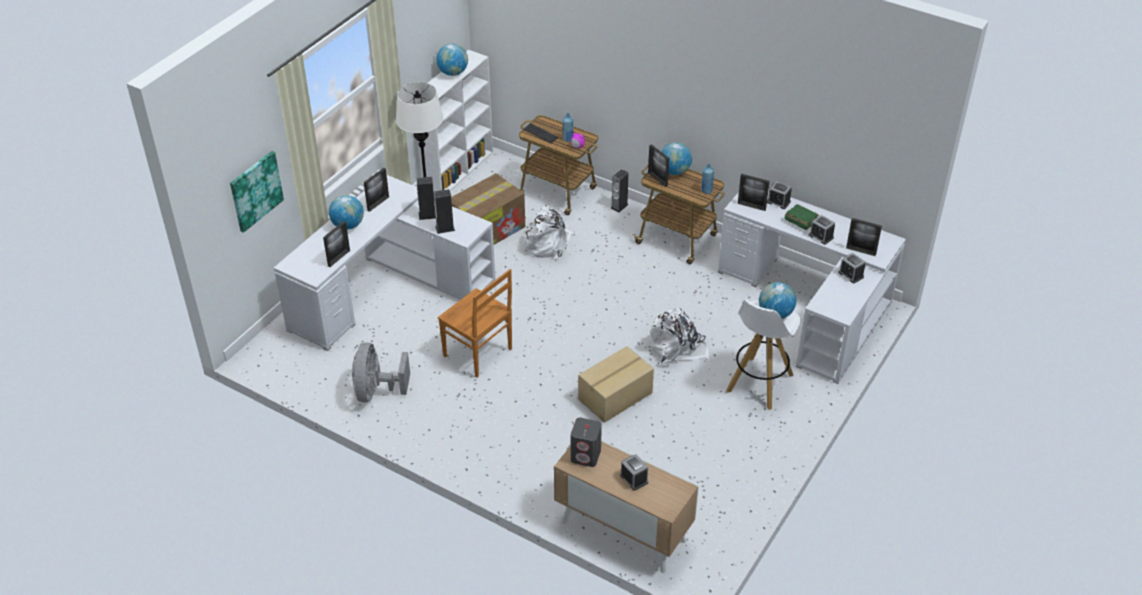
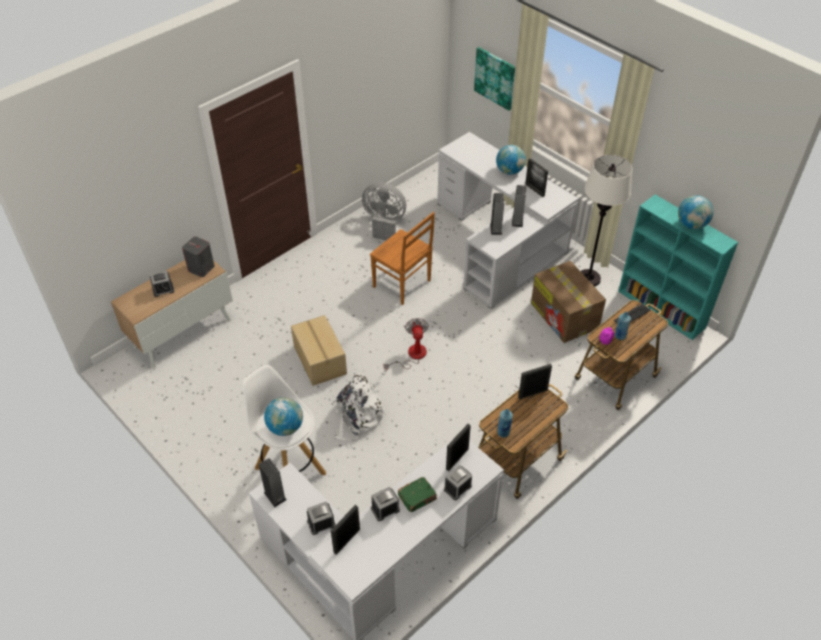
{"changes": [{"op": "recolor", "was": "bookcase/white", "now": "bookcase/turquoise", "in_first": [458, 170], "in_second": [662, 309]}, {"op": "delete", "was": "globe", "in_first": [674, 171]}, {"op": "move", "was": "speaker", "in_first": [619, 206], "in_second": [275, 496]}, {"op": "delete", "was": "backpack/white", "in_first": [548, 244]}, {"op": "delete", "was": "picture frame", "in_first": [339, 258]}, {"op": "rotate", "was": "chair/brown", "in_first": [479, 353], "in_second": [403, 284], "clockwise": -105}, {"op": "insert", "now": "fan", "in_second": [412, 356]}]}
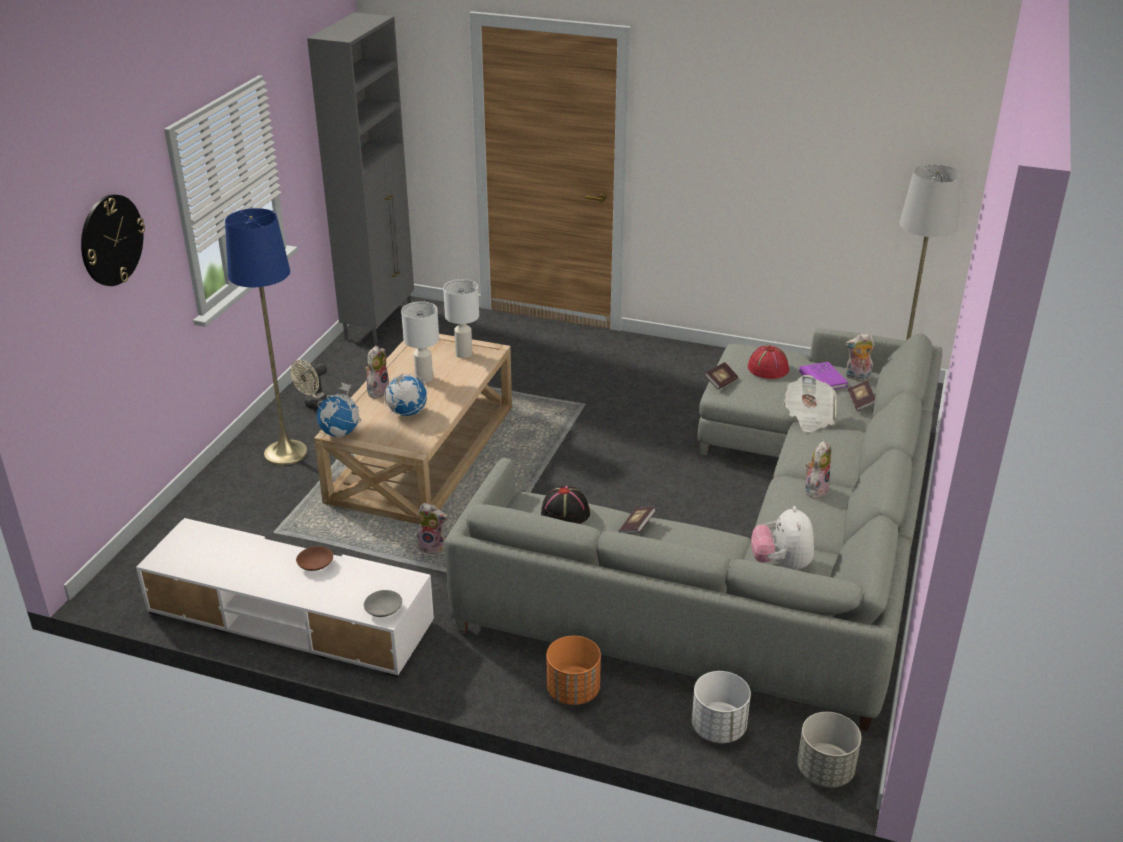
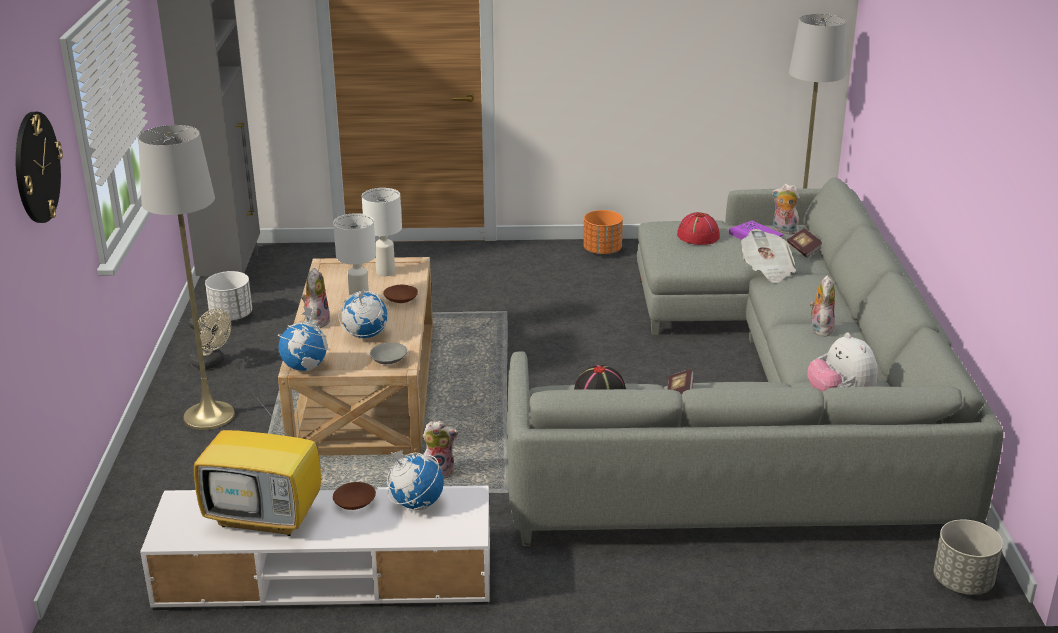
{"changes": [{"op": "recolor", "was": "floor lamp/blue", "now": "floor lamp/grey", "in_first": [285, 453], "in_second": [209, 416]}, {"op": "rotate", "was": "plush toy", "in_first": [857, 377], "in_second": [783, 231], "clockwise": 45}, {"op": "rotate", "was": "fan/beige", "in_first": [315, 405], "in_second": [211, 363], "clockwise": -75}, {"op": "delete", "was": "book", "in_first": [720, 382]}, {"op": "move", "was": "bowl/grey", "in_first": [383, 610], "in_second": [388, 360]}, {"op": "move", "was": "planter/orange", "in_first": [573, 691], "in_second": [602, 251]}, {"op": "move", "was": "planter/white", "in_first": [718, 728], "in_second": [231, 316]}, {"op": "insert", "now": "bowl/brown", "in_second": [401, 299]}, {"op": "insert", "now": "television", "in_second": [267, 517]}, {"op": "insert", "now": "globe", "in_second": [416, 504]}]}
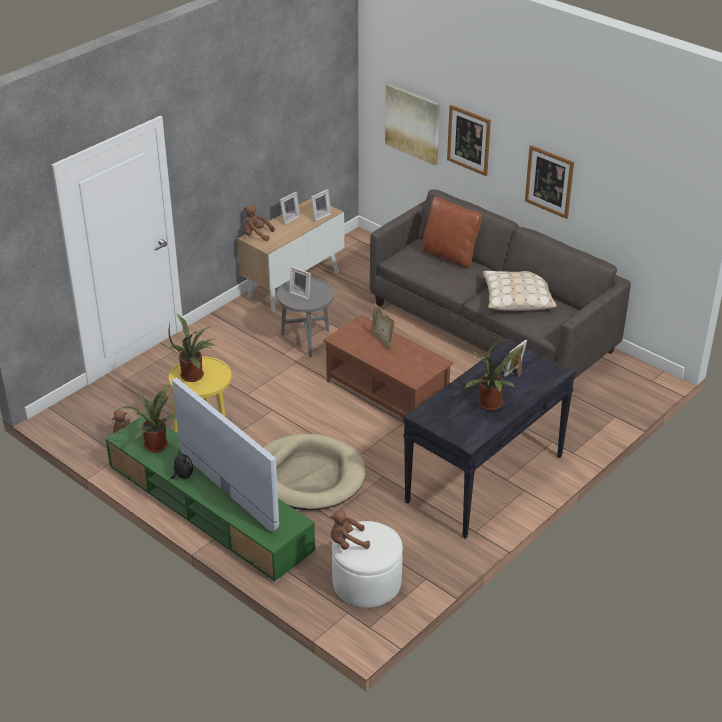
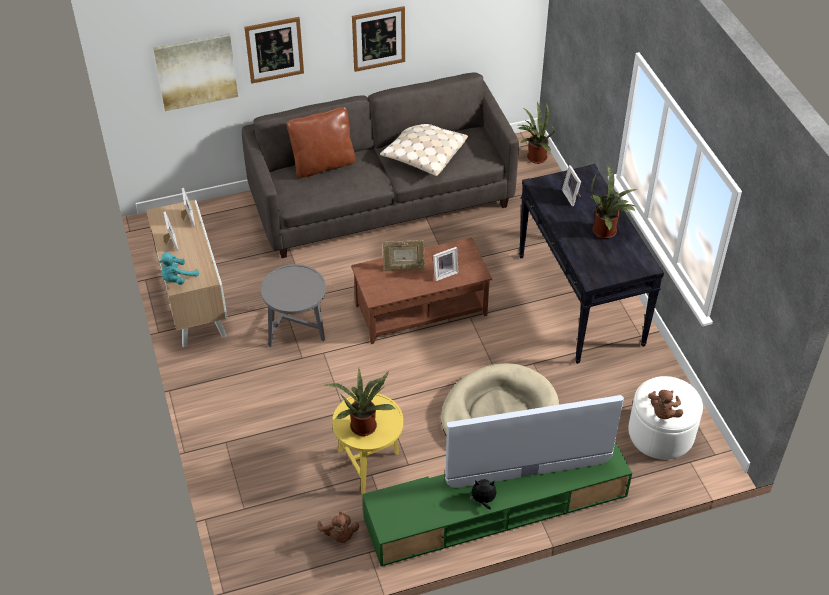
{"changes": [{"op": "recolor", "was": "plush toy/brown", "now": "plush toy/turquoise", "in_first": [256, 235], "in_second": [177, 279]}, {"op": "move", "was": "picture frame", "in_first": [301, 293], "in_second": [444, 273]}, {"op": "move", "was": "potted plant", "in_first": [155, 444], "in_second": [534, 157]}]}
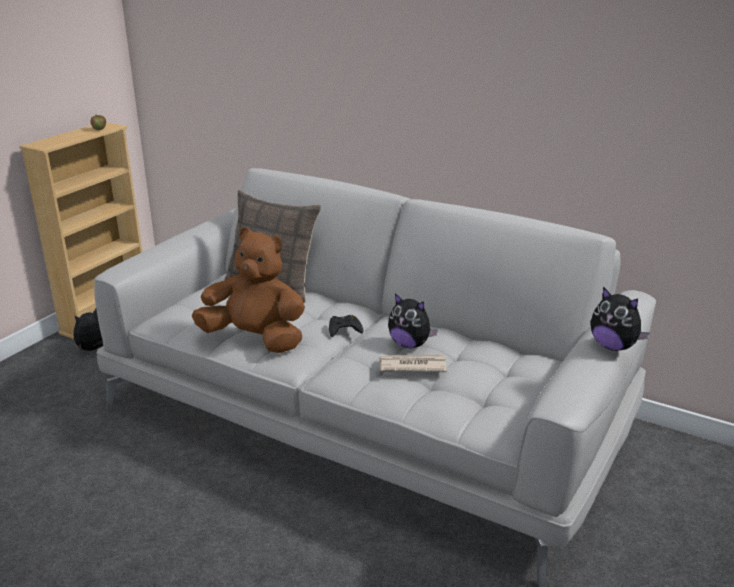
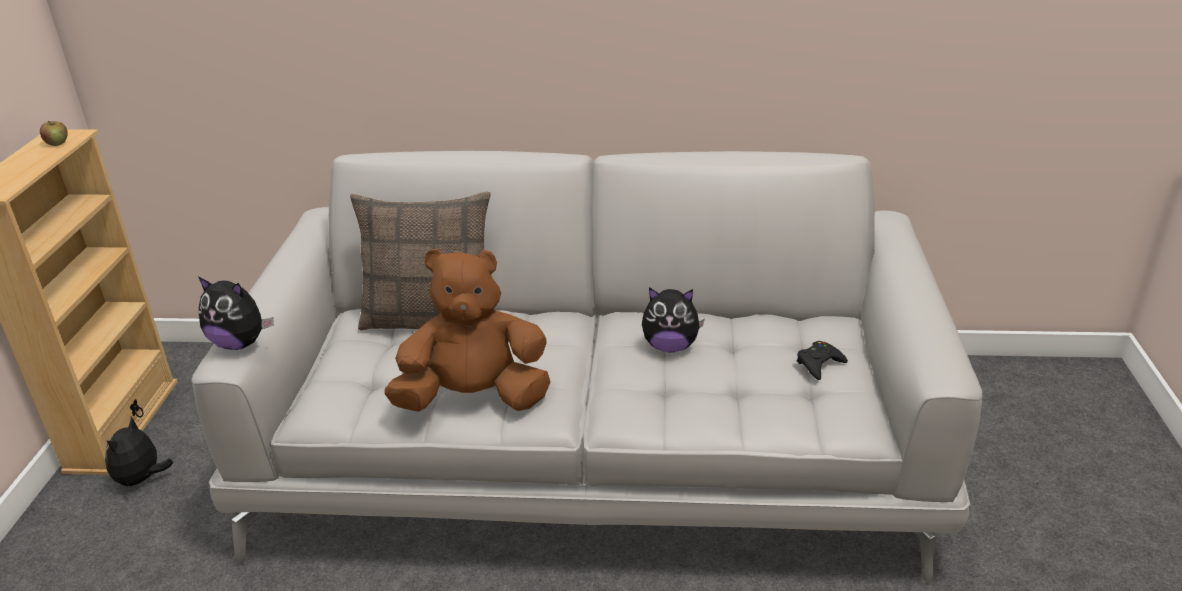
{"changes": [{"op": "move", "was": "plush toy", "in_first": [613, 346], "in_second": [240, 343]}, {"op": "move", "was": "game controller/black", "in_first": [344, 329], "in_second": [819, 364]}, {"op": "delete", "was": "newspaper", "in_first": [411, 366]}]}
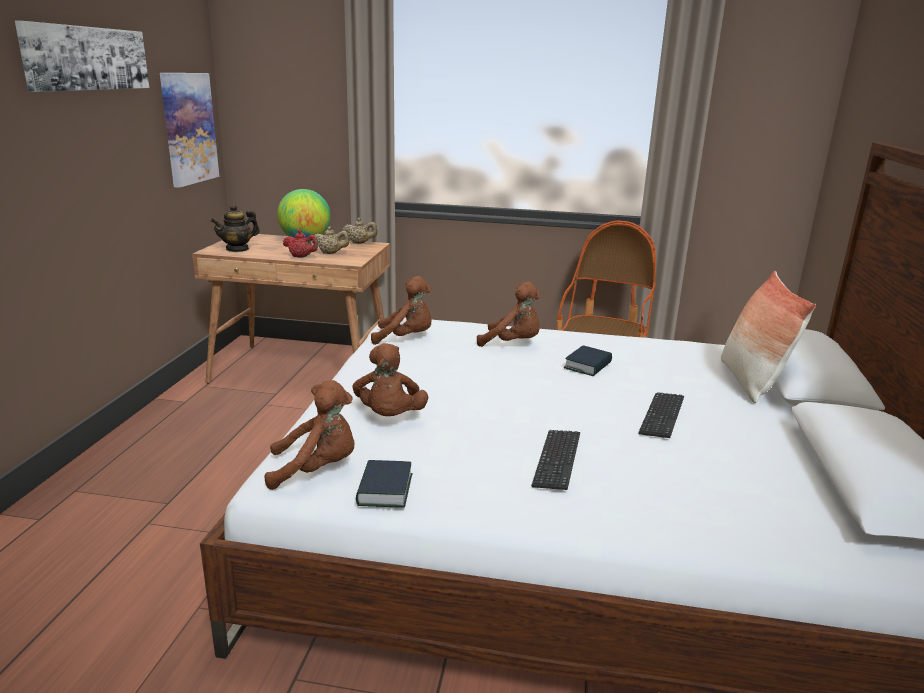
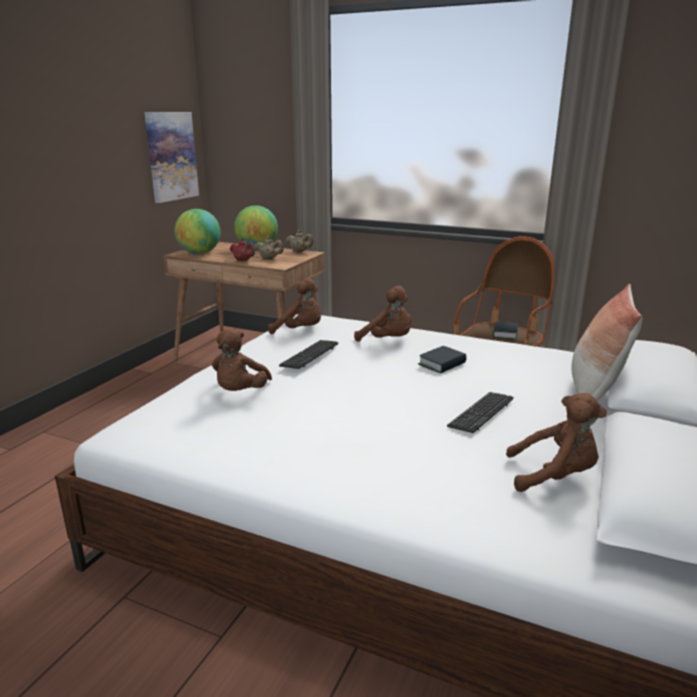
{"changes": [{"op": "delete", "was": "picture", "in_first": [86, 58]}, {"op": "replace", "was": "teapot", "now": "globe", "in_first": [237, 249], "in_second": [199, 253]}, {"op": "move", "was": "plush toy/brown", "in_first": [317, 469], "in_second": [554, 476]}, {"op": "move", "was": "keyboard", "in_first": [557, 460], "in_second": [310, 356]}, {"op": "move", "was": "book", "in_first": [384, 490], "in_second": [505, 334]}]}
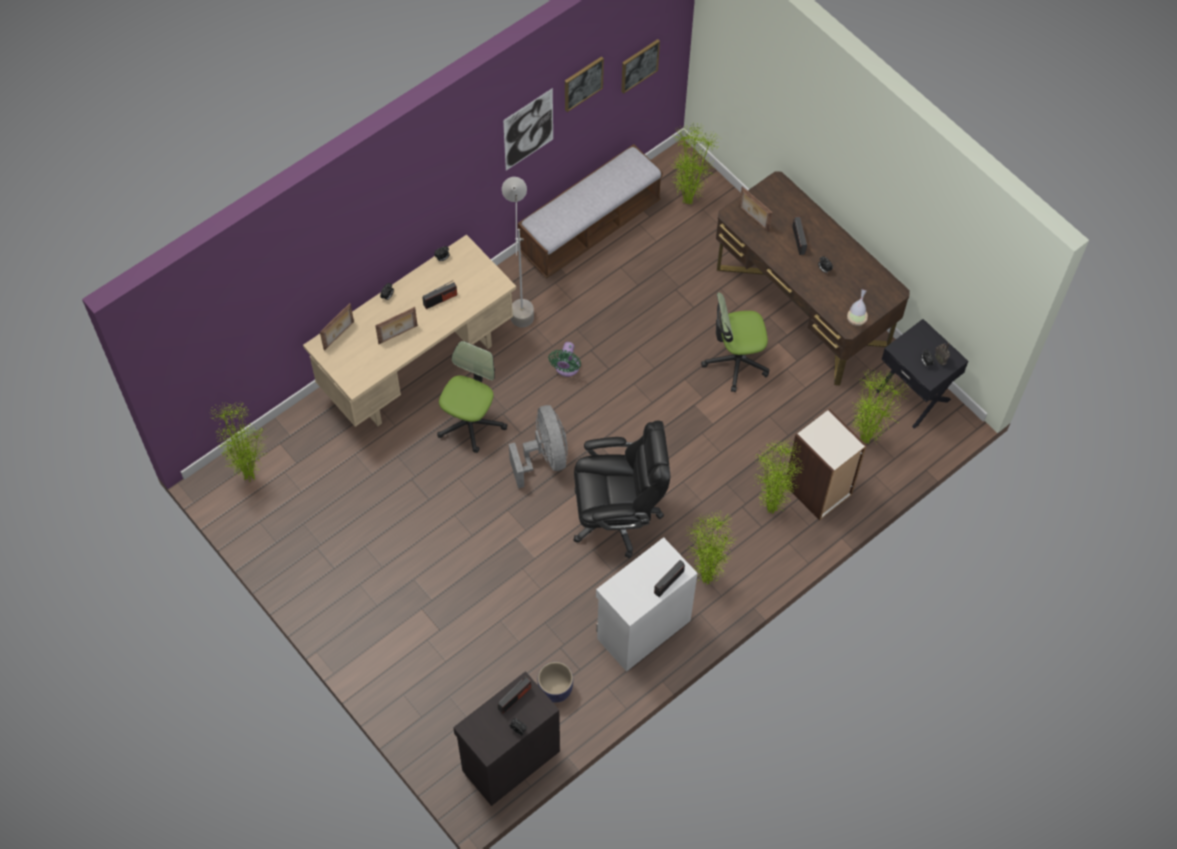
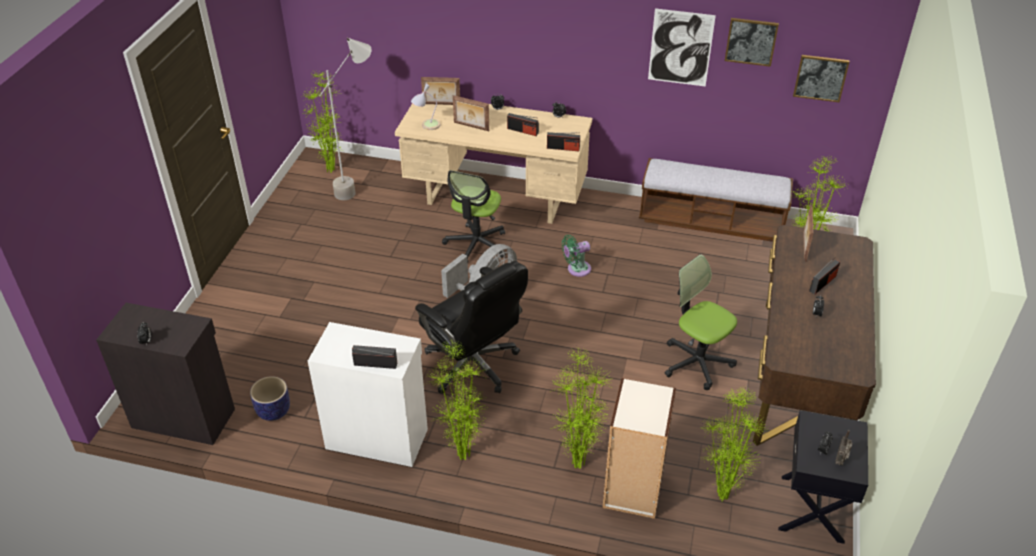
{"changes": [{"op": "move", "was": "floor lamp/grey", "in_first": [520, 300], "in_second": [359, 186]}, {"op": "move", "was": "table lamp", "in_first": [855, 320], "in_second": [426, 125]}, {"op": "rotate", "was": "office chair", "in_first": [470, 422], "in_second": [476, 244], "clockwise": 120}, {"op": "move", "was": "radio", "in_first": [514, 698], "in_second": [563, 148]}]}
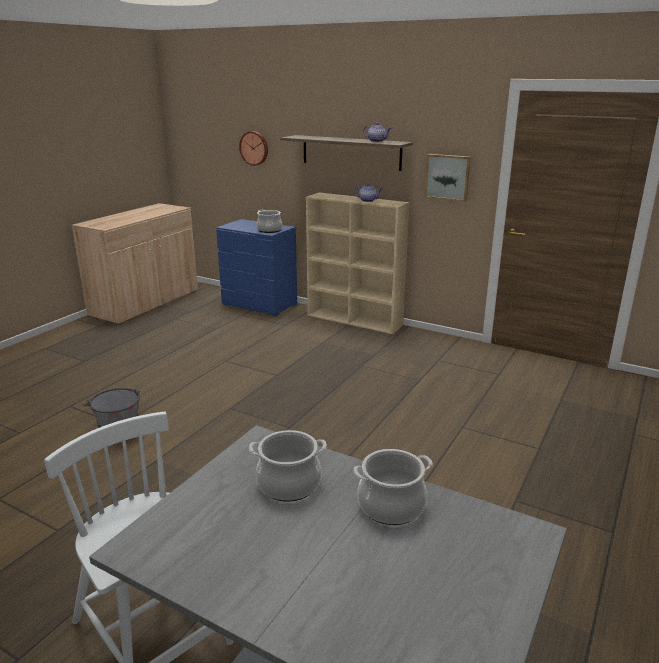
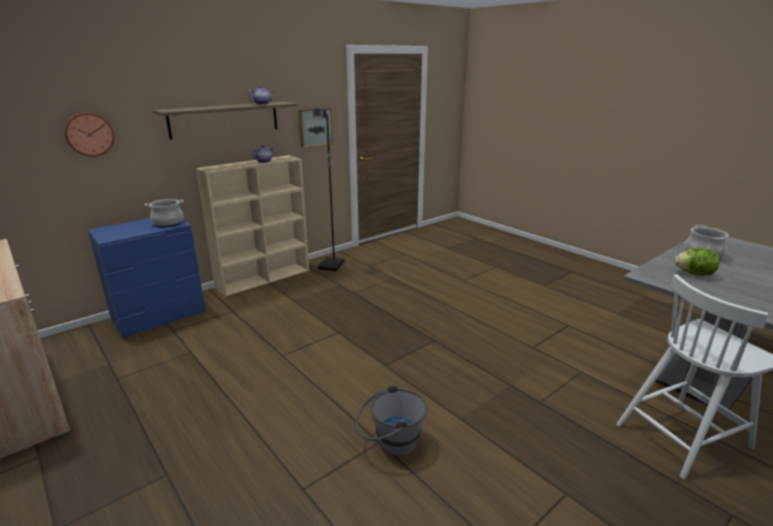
{"changes": [{"op": "replace", "was": "cooking pot", "now": "lettuce", "in_first": [288, 484], "in_second": [694, 274]}, {"op": "insert", "now": "floor lamp/black", "in_second": [331, 266]}]}
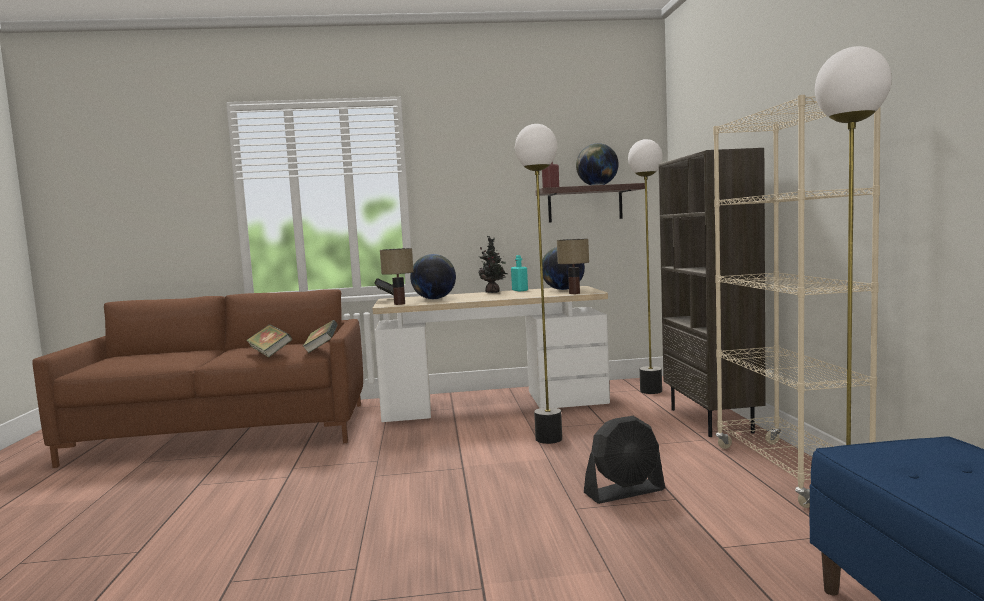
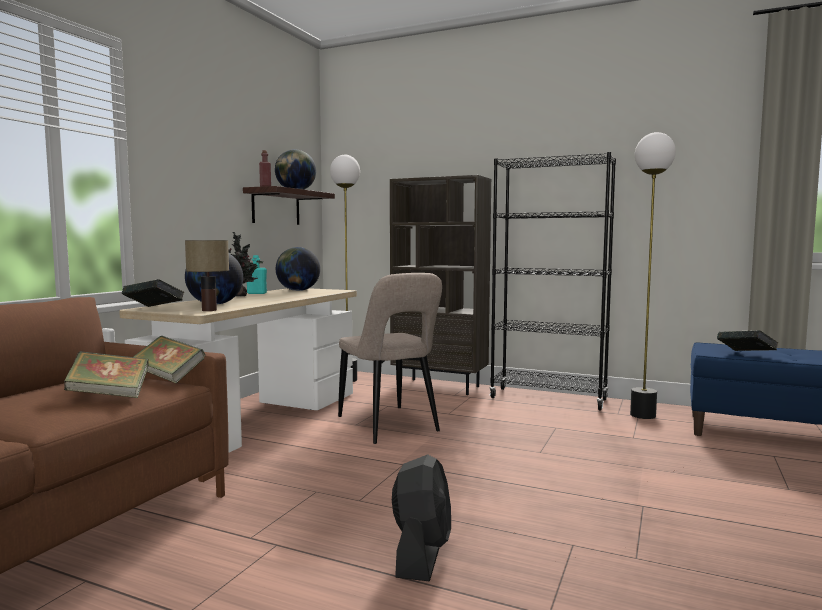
{"changes": [{"op": "recolor", "was": "bookcase/beige", "now": "bookcase/black", "in_first": [787, 472], "in_second": [548, 399]}, {"op": "replace", "was": "floor lamp", "now": "chair/beige", "in_first": [548, 439], "in_second": [390, 426]}, {"op": "delete", "was": "table lamp", "in_first": [574, 293]}, {"op": "move", "was": "fan/black", "in_first": [625, 492], "in_second": [422, 553]}, {"op": "insert", "now": "book", "in_second": [746, 355]}]}
